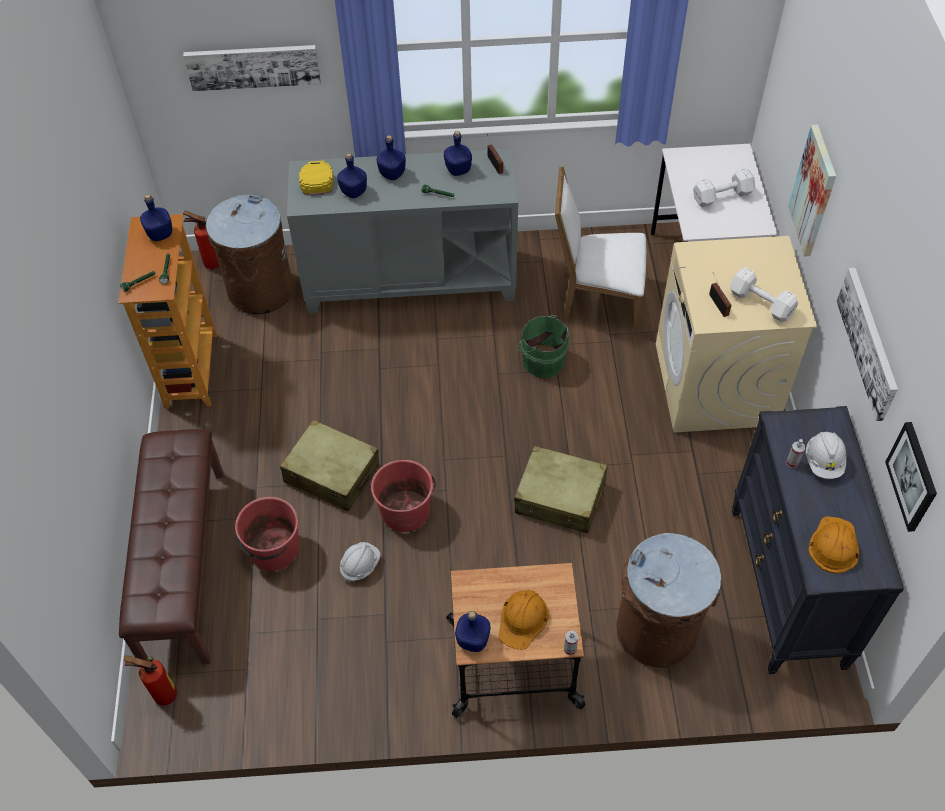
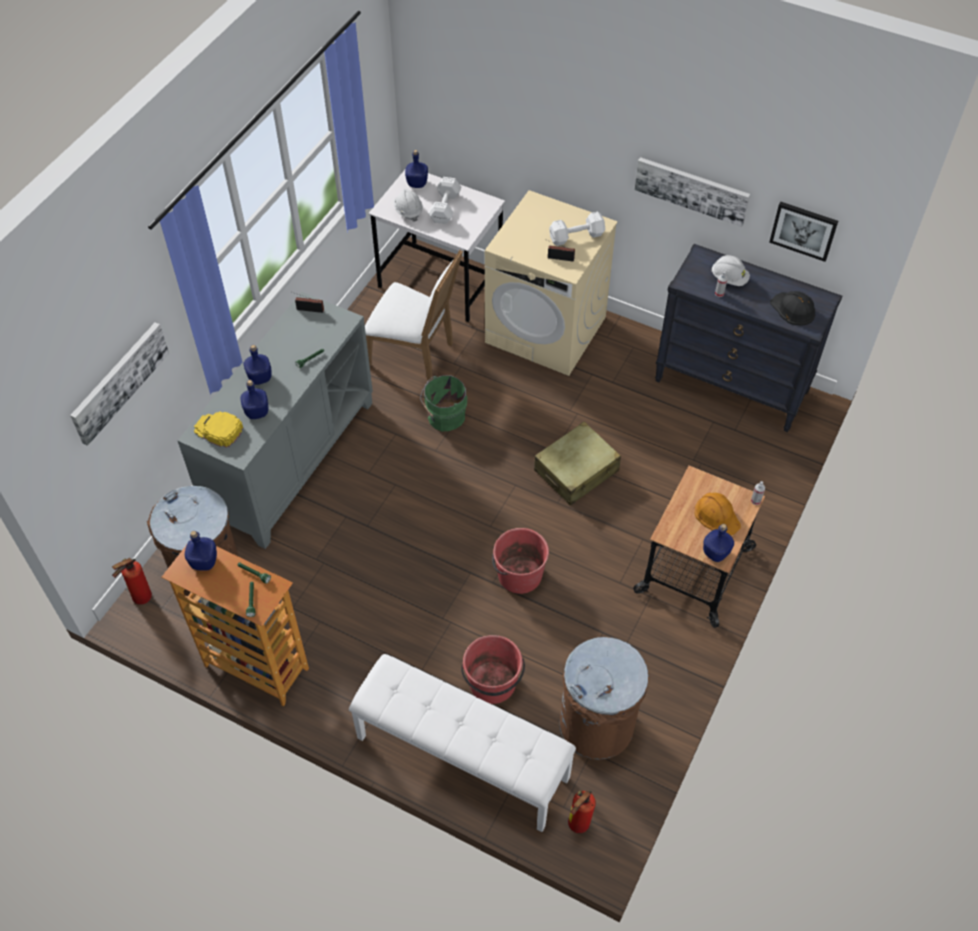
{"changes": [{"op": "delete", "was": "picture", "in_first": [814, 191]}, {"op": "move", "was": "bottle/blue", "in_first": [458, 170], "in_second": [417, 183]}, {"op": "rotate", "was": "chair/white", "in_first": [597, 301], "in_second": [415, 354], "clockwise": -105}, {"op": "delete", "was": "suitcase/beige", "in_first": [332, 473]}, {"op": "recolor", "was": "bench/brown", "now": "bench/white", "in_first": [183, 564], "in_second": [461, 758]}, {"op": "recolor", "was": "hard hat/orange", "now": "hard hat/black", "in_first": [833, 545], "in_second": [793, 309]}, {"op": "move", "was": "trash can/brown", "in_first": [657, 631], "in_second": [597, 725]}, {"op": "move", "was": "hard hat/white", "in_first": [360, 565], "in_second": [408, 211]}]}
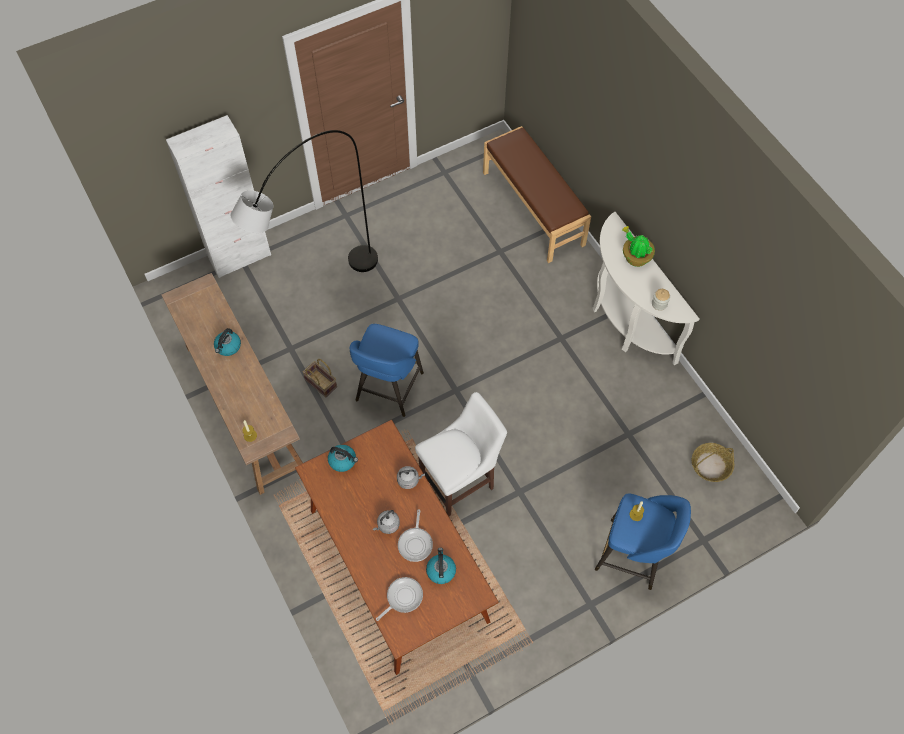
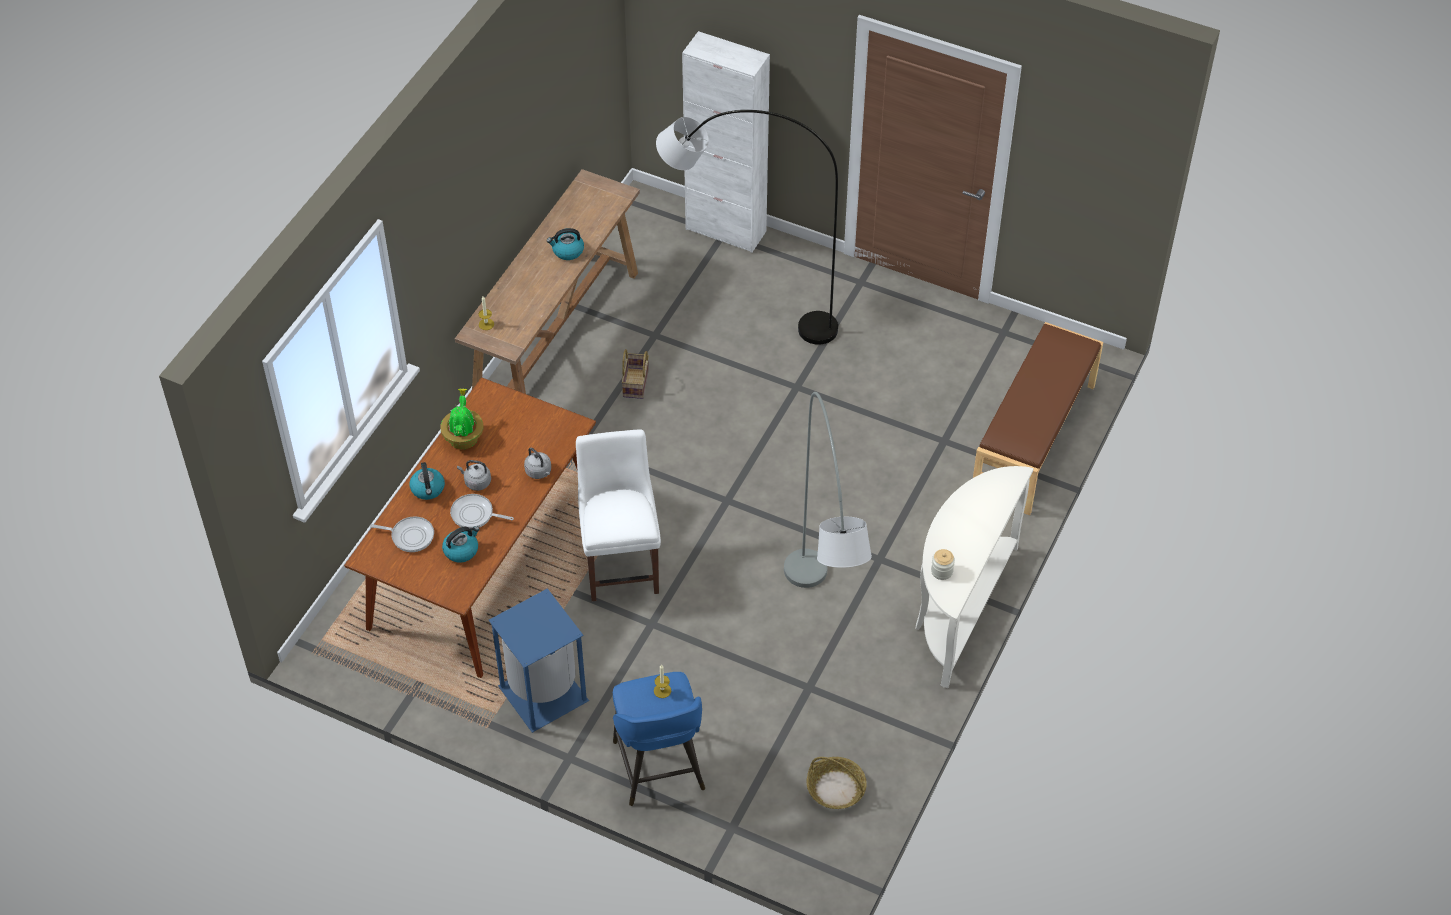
{"changes": [{"op": "move", "was": "potted plant", "in_first": [635, 257], "in_second": [463, 437]}, {"op": "delete", "was": "stool/blue", "in_first": [388, 388]}, {"op": "rotate", "was": "chair/white", "in_first": [460, 481], "in_second": [621, 564], "clockwise": -120}, {"op": "move", "was": "kettle", "in_first": [343, 460], "in_second": [428, 489]}, {"op": "rotate", "was": "frying pan", "in_first": [415, 543], "in_second": [475, 515], "clockwise": 45}, {"op": "insert", "now": "floor lamp/grey", "in_second": [820, 637]}, {"op": "insert", "now": "trash can/blue", "in_second": [543, 692]}]}
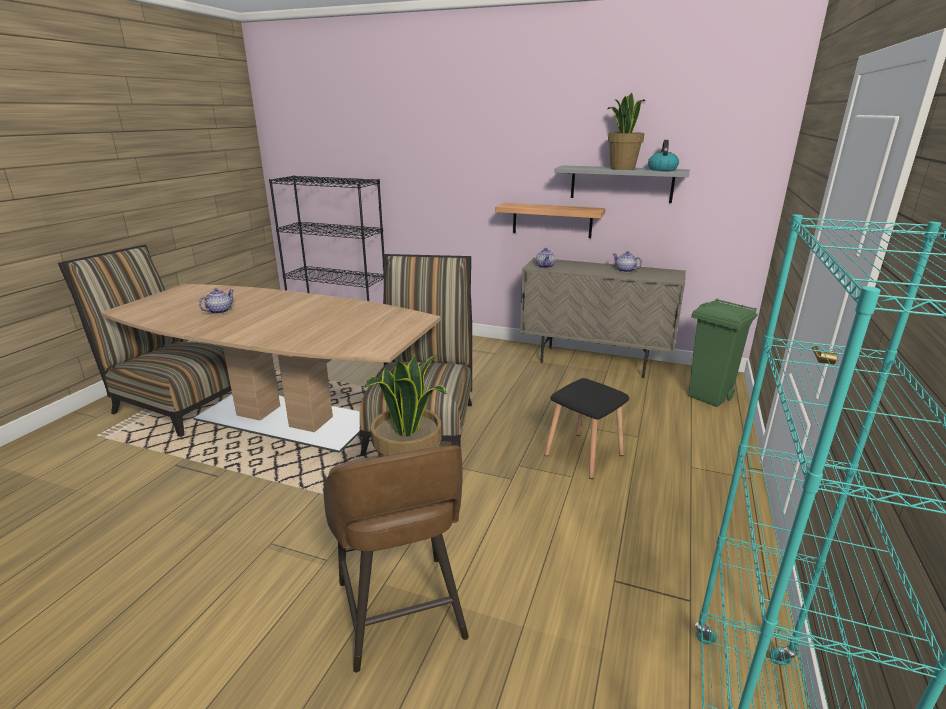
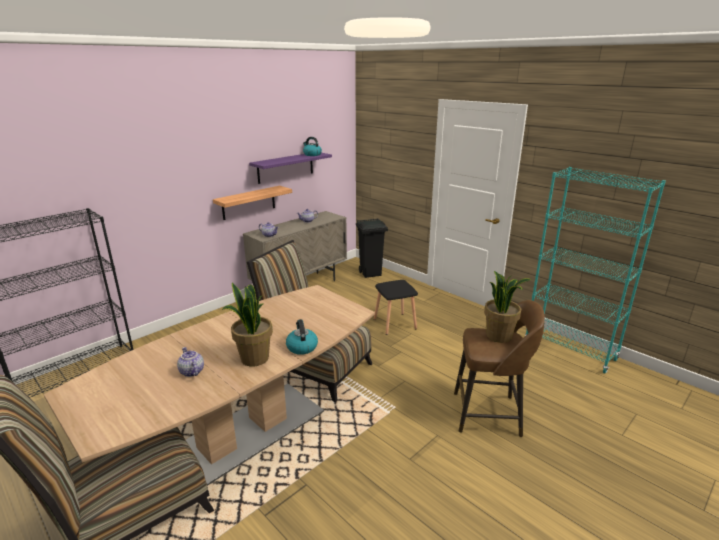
{"changes": [{"op": "move", "was": "potted plant", "in_first": [622, 168], "in_second": [254, 358]}, {"op": "recolor", "was": "shelf/grey", "now": "shelf/purple", "in_first": [621, 184], "in_second": [285, 167]}, {"op": "recolor", "was": "trash can/green", "now": "trash can/black", "in_first": [709, 397], "in_second": [371, 273]}, {"op": "insert", "now": "kettle", "in_second": [301, 347]}]}
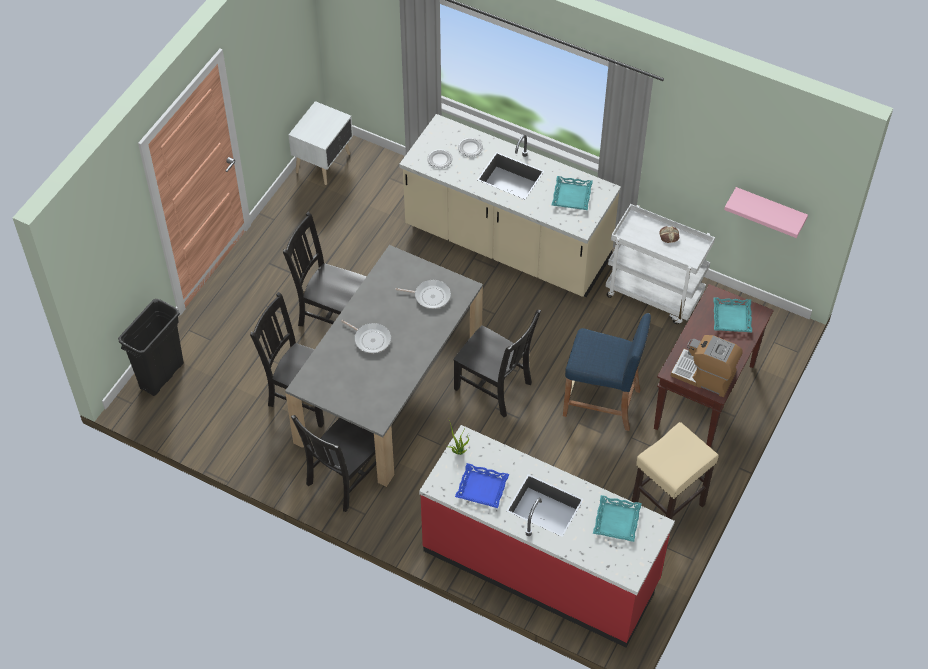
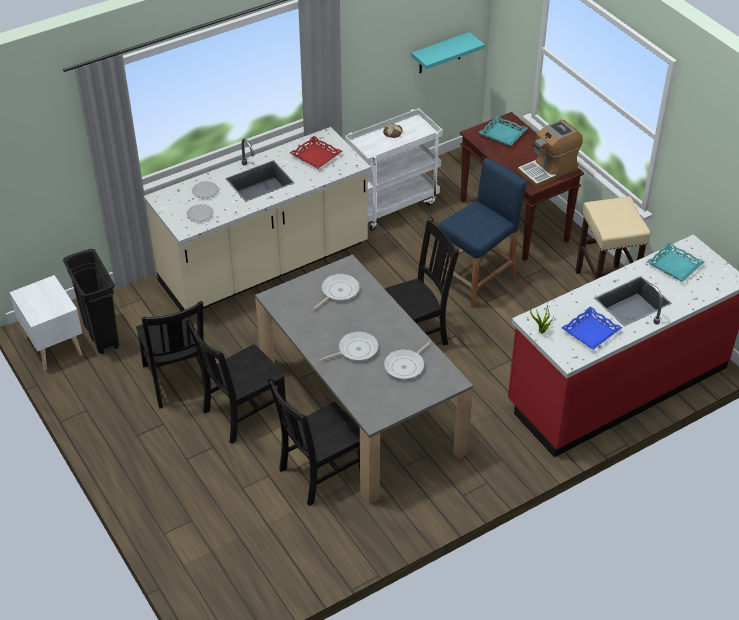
{"changes": [{"op": "recolor", "was": "tray/turquoise", "now": "tray/red", "in_first": [571, 196], "in_second": [315, 156]}, {"op": "recolor", "was": "shelf/pink", "now": "shelf/turquoise", "in_first": [769, 210], "in_second": [440, 53]}, {"op": "move", "was": "trash can/black", "in_first": [162, 375], "in_second": [101, 335]}, {"op": "move", "was": "chair/black", "in_first": [344, 478], "in_second": [176, 381]}, {"op": "insert", "now": "frying pan", "in_second": [406, 365]}]}
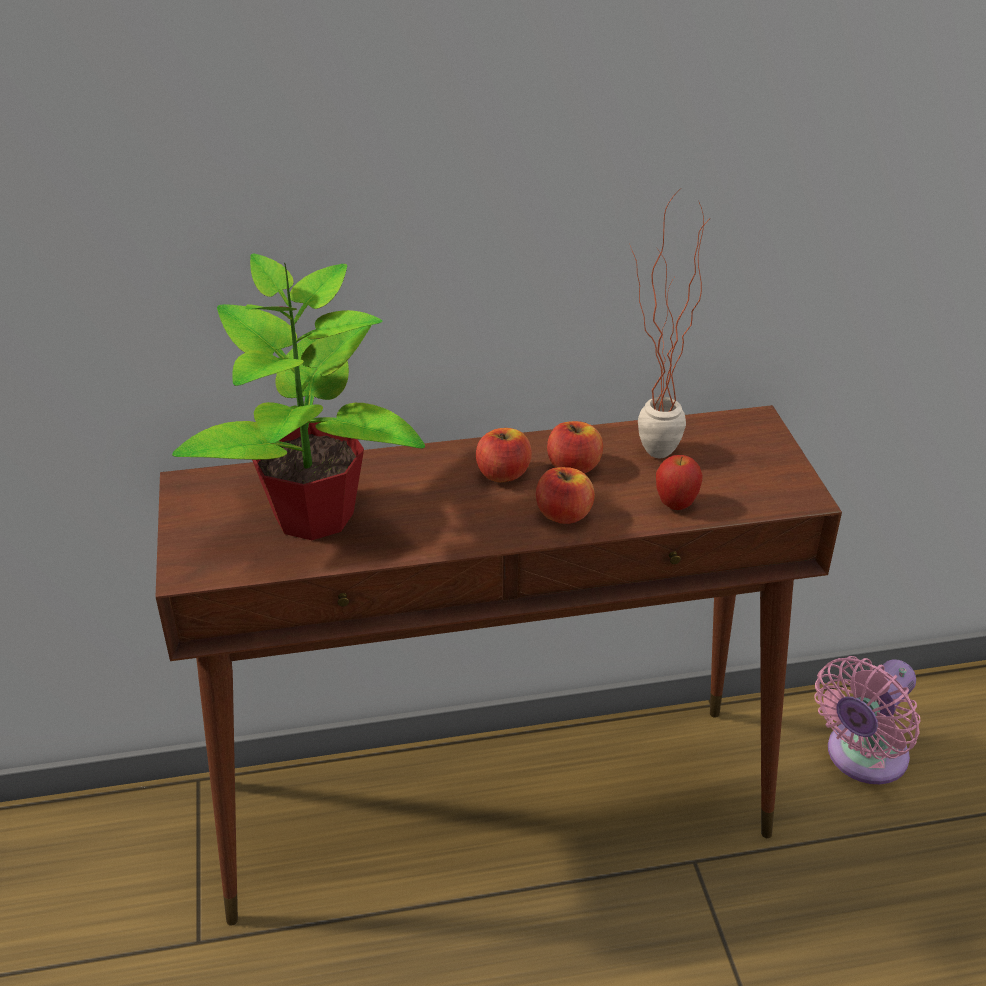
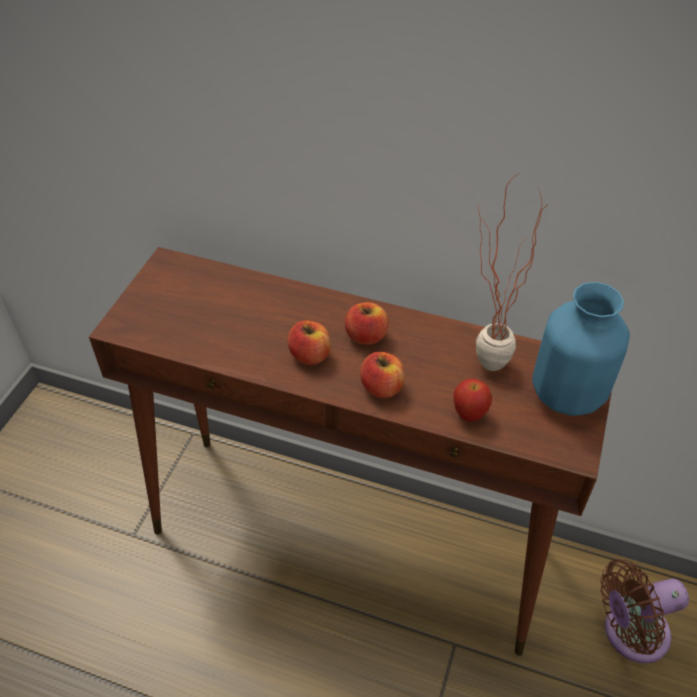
{"changes": [{"op": "delete", "was": "potted plant", "in_first": [313, 516]}, {"op": "move", "was": "apple", "in_first": [574, 466], "in_second": [310, 355]}, {"op": "recolor", "was": "fan/pink", "now": "fan/brown", "in_first": [862, 758], "in_second": [629, 633]}, {"op": "insert", "now": "vase/blue", "in_second": [567, 395]}]}
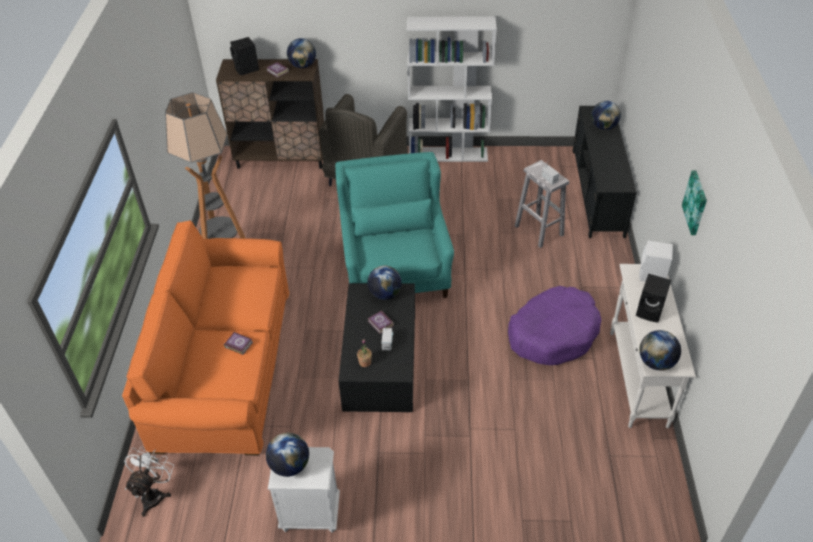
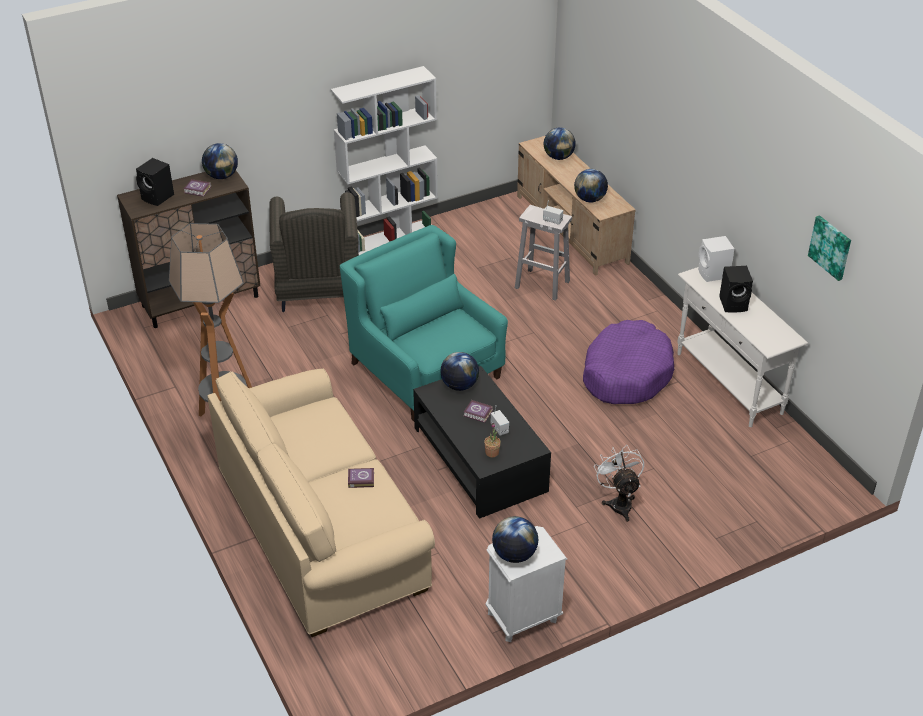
{"changes": [{"op": "recolor", "was": "tv stand/black", "now": "tv stand/beige", "in_first": [597, 192], "in_second": [571, 229]}, {"op": "move", "was": "picture", "in_first": [696, 202], "in_second": [831, 247]}, {"op": "recolor", "was": "sofa/orange", "now": "sofa/beige", "in_first": [225, 368], "in_second": [321, 529]}, {"op": "move", "was": "globe", "in_first": [656, 362], "in_second": [590, 199]}, {"op": "move", "was": "fan/white", "in_first": [154, 494], "in_second": [619, 502]}]}
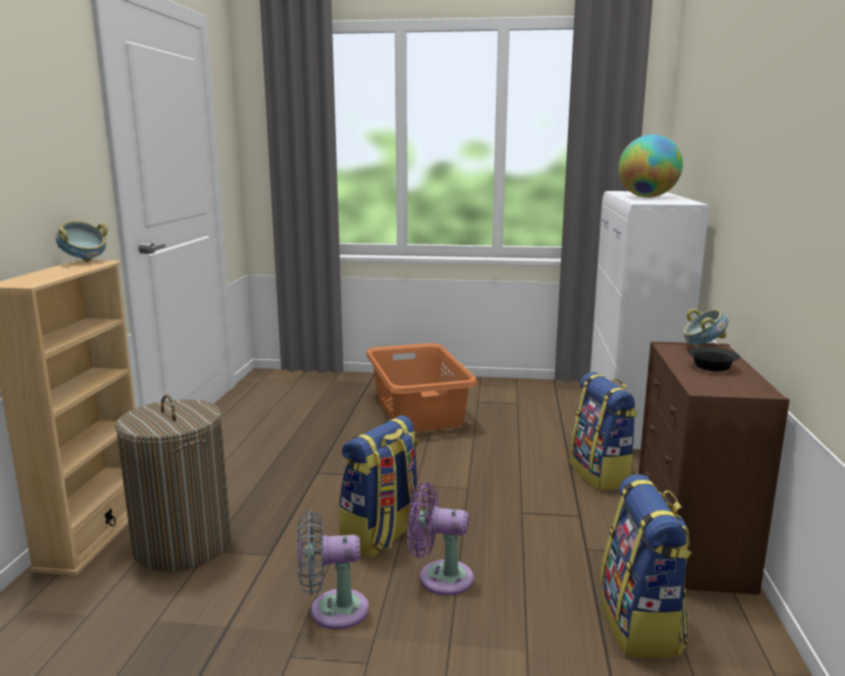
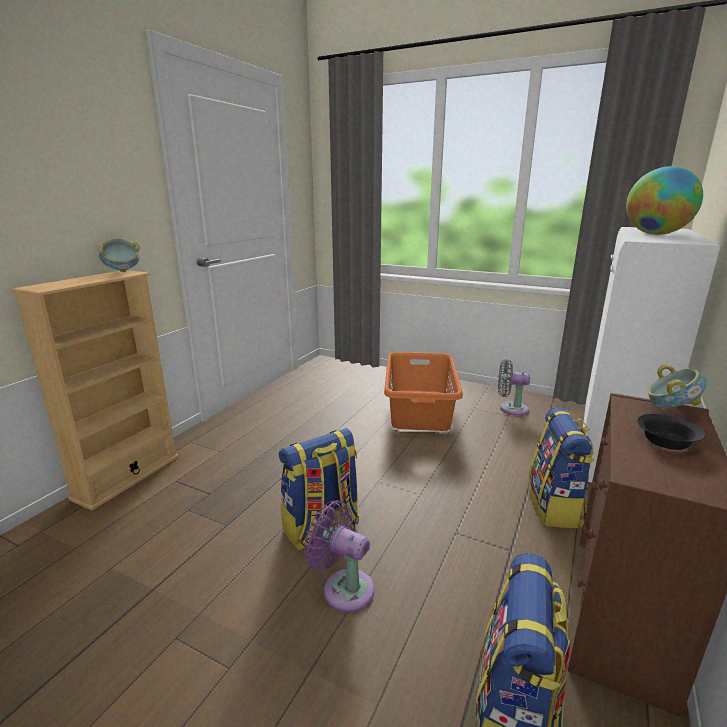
{"changes": [{"op": "delete", "was": "laundry basket", "in_first": [182, 544]}, {"op": "move", "was": "fan/grey", "in_first": [332, 610], "in_second": [510, 408]}]}
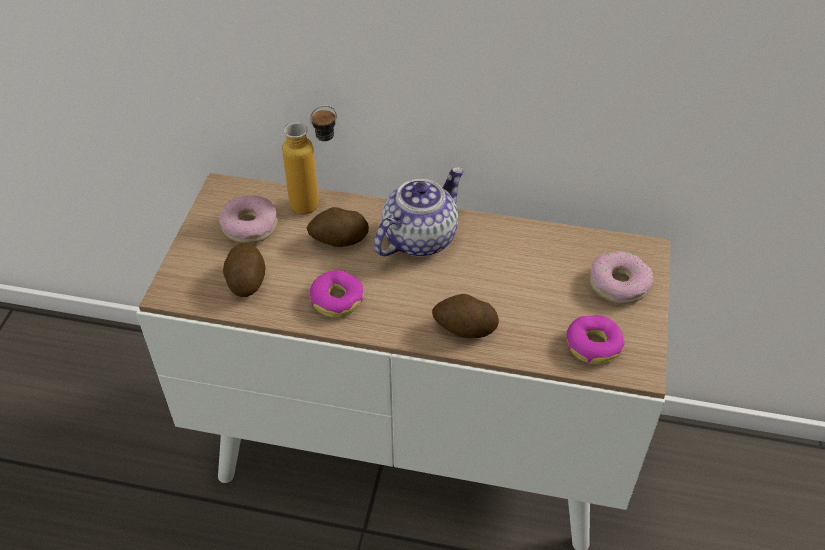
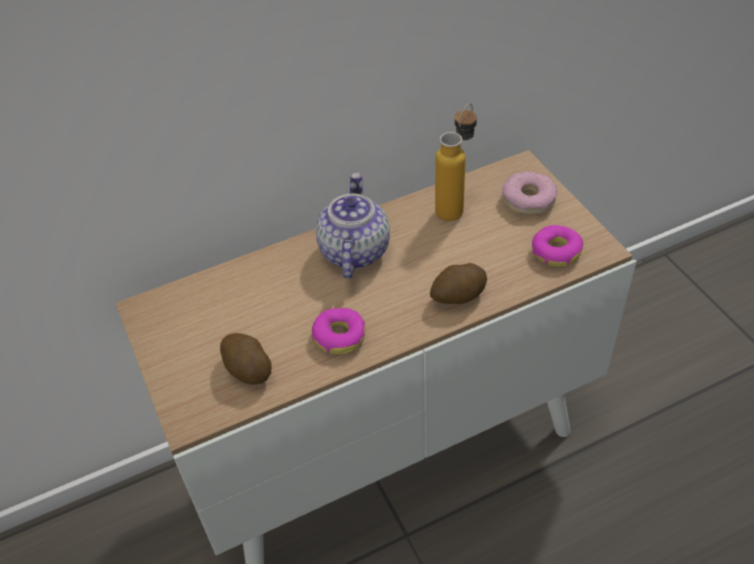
{"changes": [{"op": "move", "was": "bottle", "in_first": [316, 203], "in_second": [455, 205]}, {"op": "delete", "was": "donut", "in_first": [250, 226]}, {"op": "delete", "was": "potato", "in_first": [339, 240]}]}
